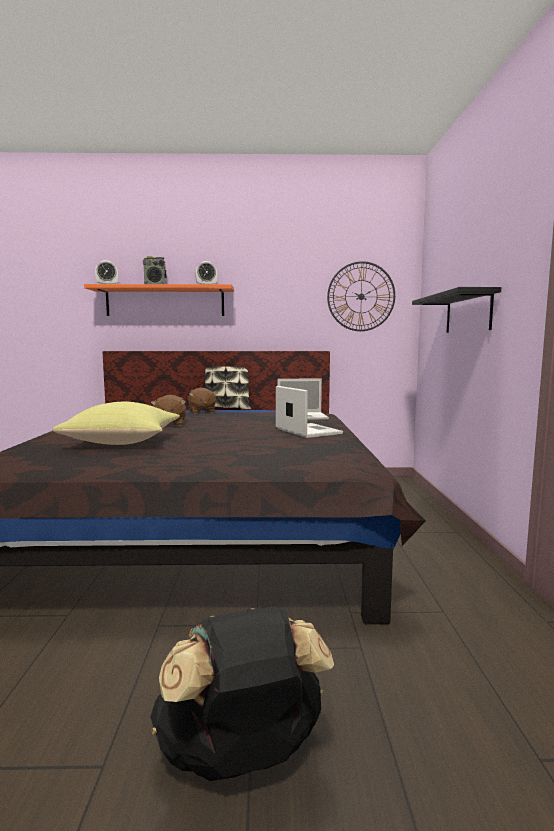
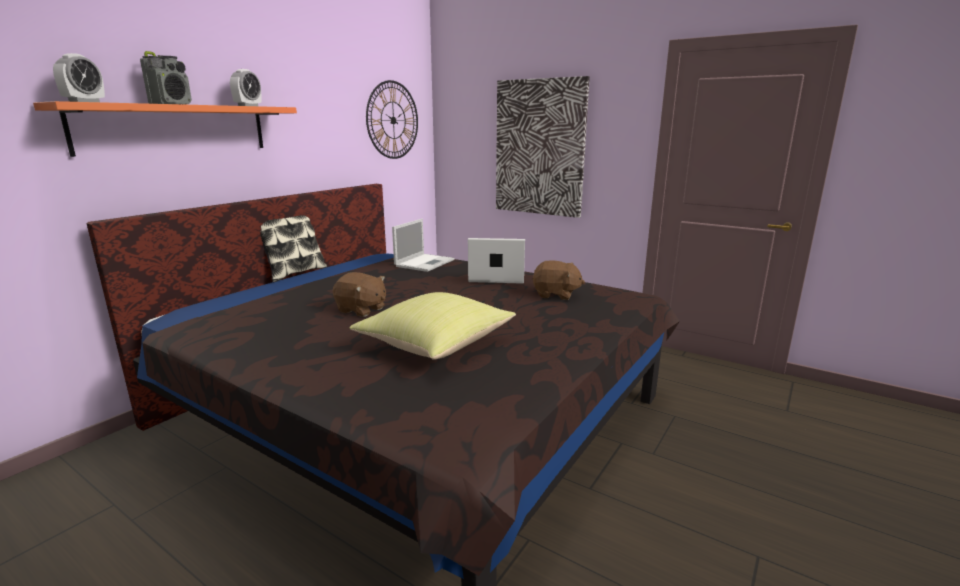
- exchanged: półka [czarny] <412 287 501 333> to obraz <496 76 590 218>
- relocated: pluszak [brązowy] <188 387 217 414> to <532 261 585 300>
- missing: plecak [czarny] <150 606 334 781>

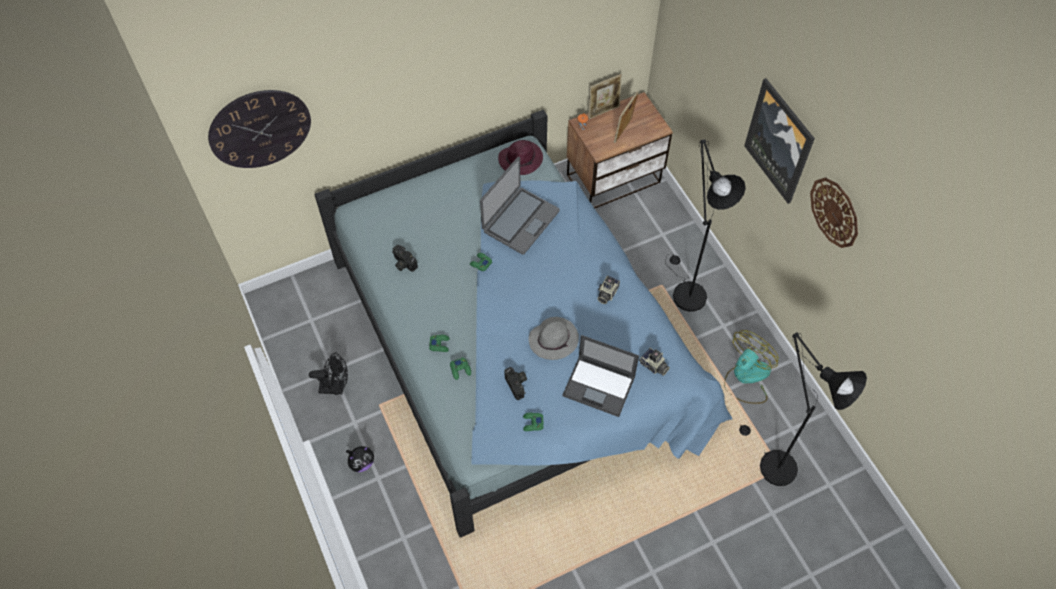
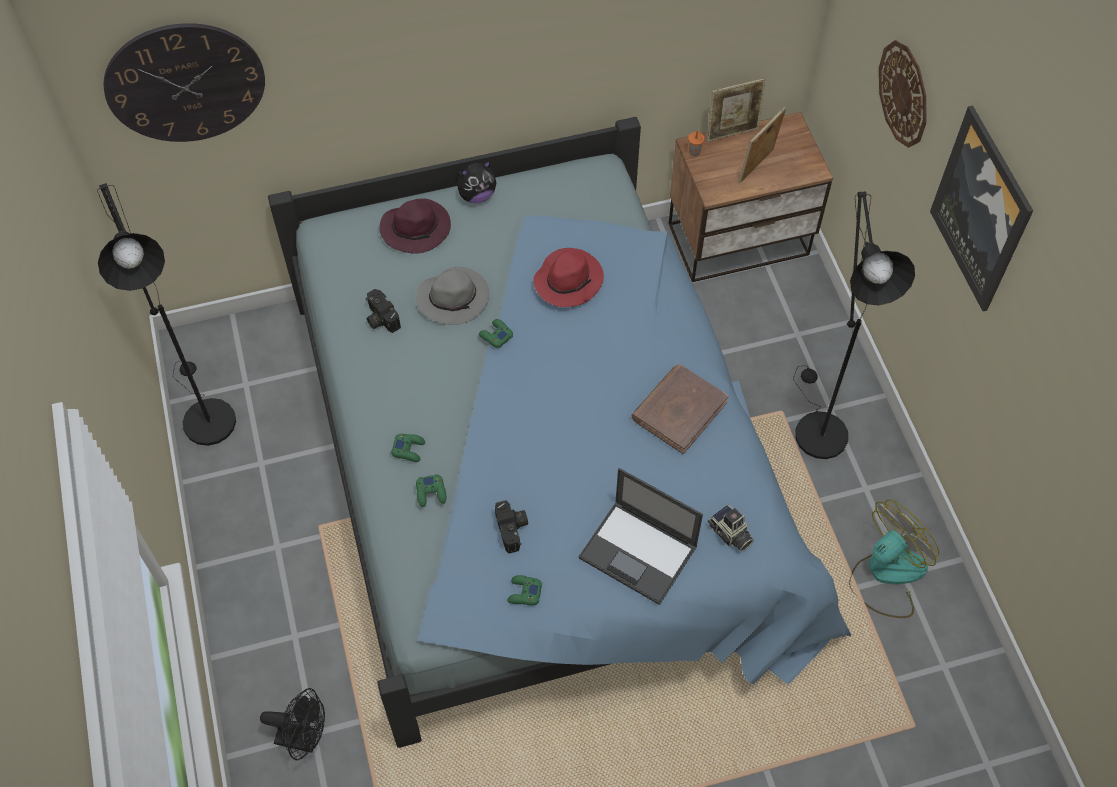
- relocated: kapelusz [fioletowy] <498 140 543 175> to <380 199 451 254>
- exchanged: laptop <480 157 560 255> to kapelusz [czerwony] <533 248 604 307>
- relocated: zegar ścienny <810 177 858 248> to <879 40 926 148>
- exchanged: aparat fotograficzny <597 276 620 304> to książka [brązowy] <632 364 729 454>
- relocated: kapelusz [szary] <529 317 579 360> to <416 267 490 325>
- relocated: lampa stojąca [czarny] <739 332 867 486> to <97 183 236 446>
- relocated: wentylator [czarny] <309 352 348 395> to <260 688 325 760>
- relocated: pluszak <346 446 374 472> to <457 160 496 203>

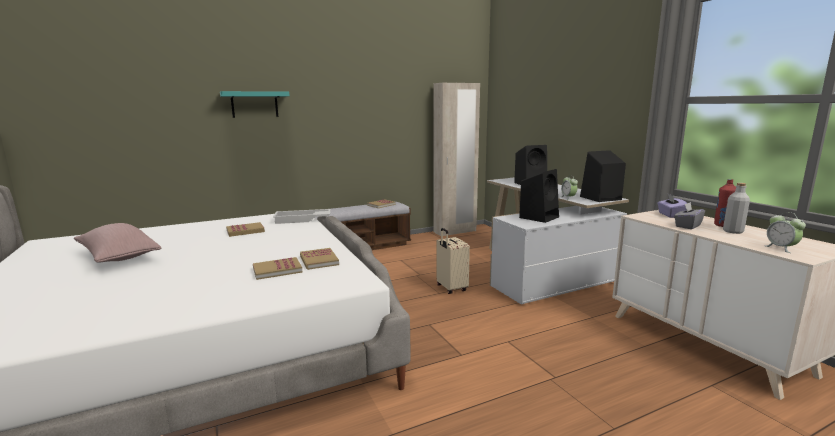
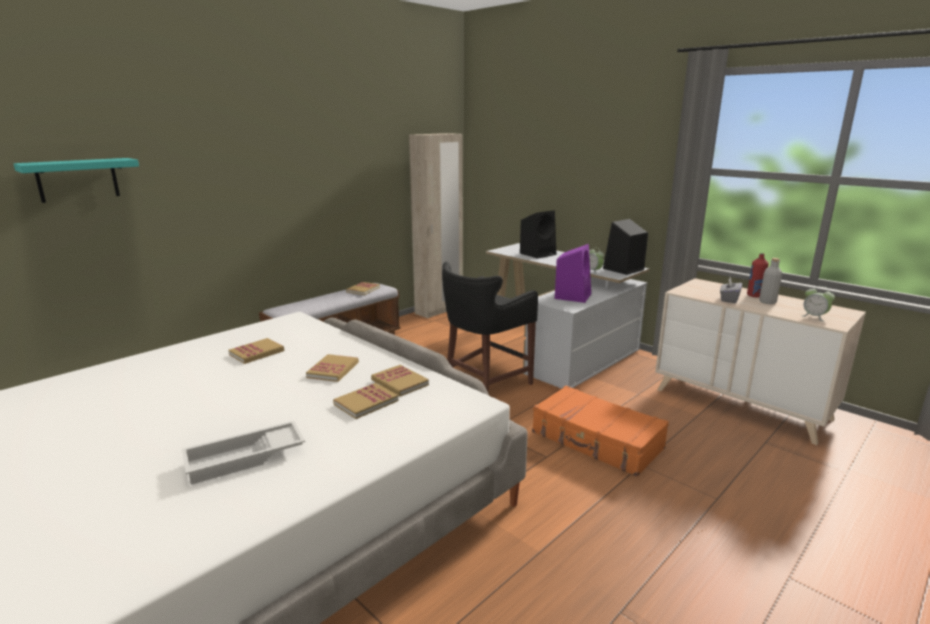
- relocated: półka [turkusowy] <220 91 290 118> to <13 158 139 203>
- colour: głośnik [czarny] <519 169 559 223> to głośnik [fioletowy] <555 244 591 303>
- missing: pudełko chusteczek [fioletowy] <657 194 687 218>
- relocated: taca [biały] <273 209 330 224> to <182 421 305 485>
- missing: poduszka [różowy] <74 223 161 262>
- exchanged: walizka [beżowy] <436 228 470 294> to stołek [czarny] <442 262 538 393>
- appeared: książka <306 354 359 382>
- appeared: walizka [pomarańczowy] <532 386 669 477>

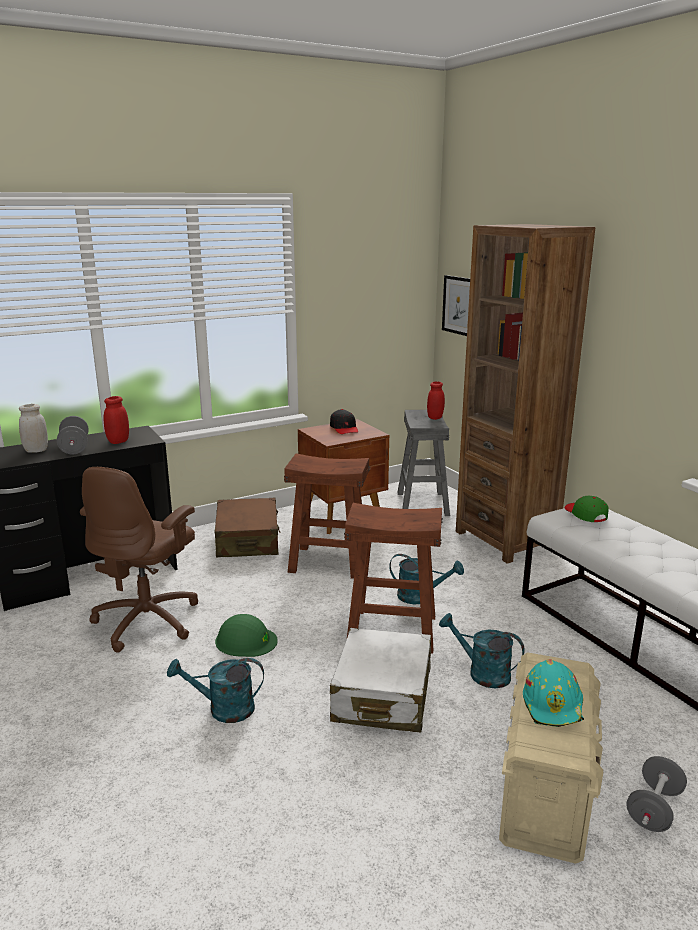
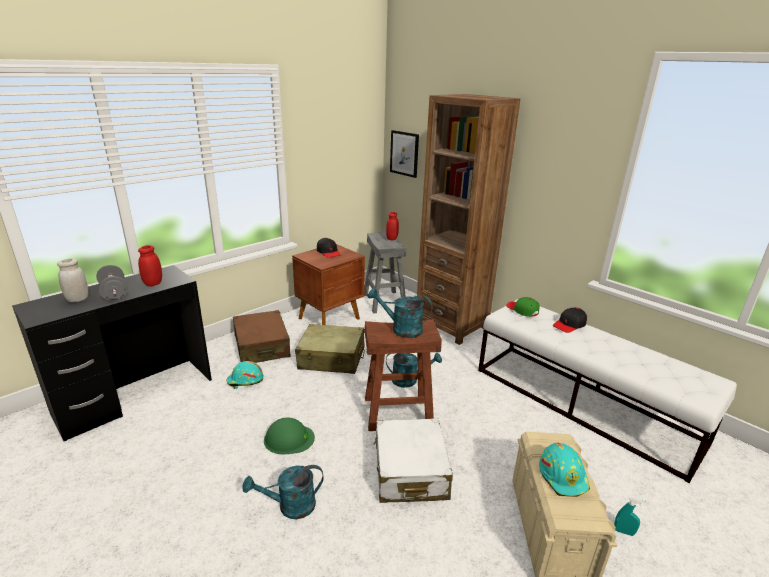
- exchanged: stołek [brązowy] <284 454 370 579> to walizka [beżowy] <295 324 365 374>
- missing: krzesło biurowe [brązowy] <80 467 198 653>
- relocated: konewka [turkusowy] <439 613 525 688> to <367 287 432 338>
- exchanged: hantel [szary] <626 756 687 832> to spryskiwacz [turkusowy] <614 496 645 536>
- appeared: czapka z daszkiem [czarny] <553 308 587 333>
- appeared: kask [turkusowy] <226 361 264 389>

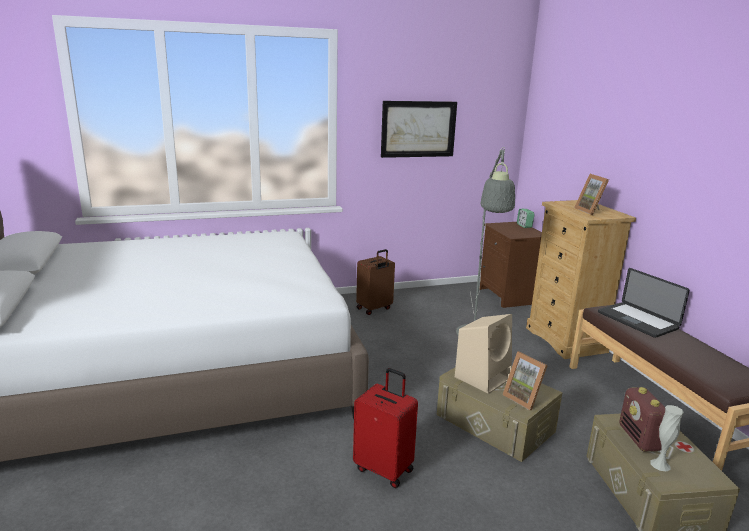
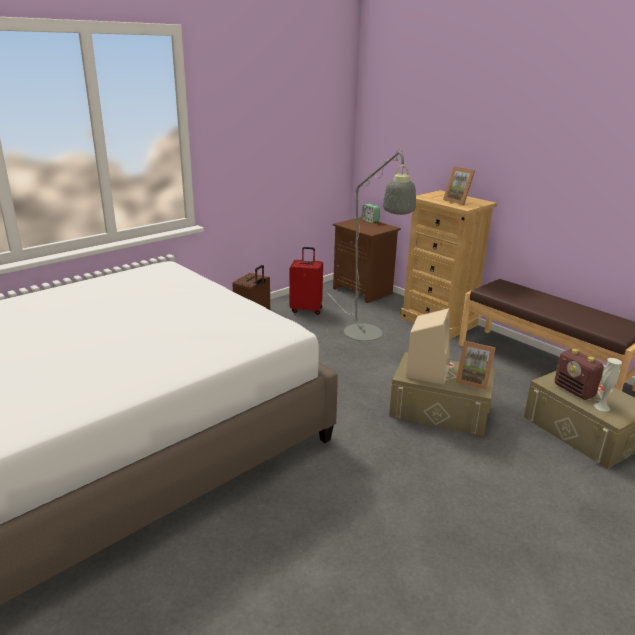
- missing: obraz <381 101 457 158>
- missing: laptop <598 268 690 338>
- relocated: walizka [czerwony] <353 368 418 488> to <290 247 323 315>

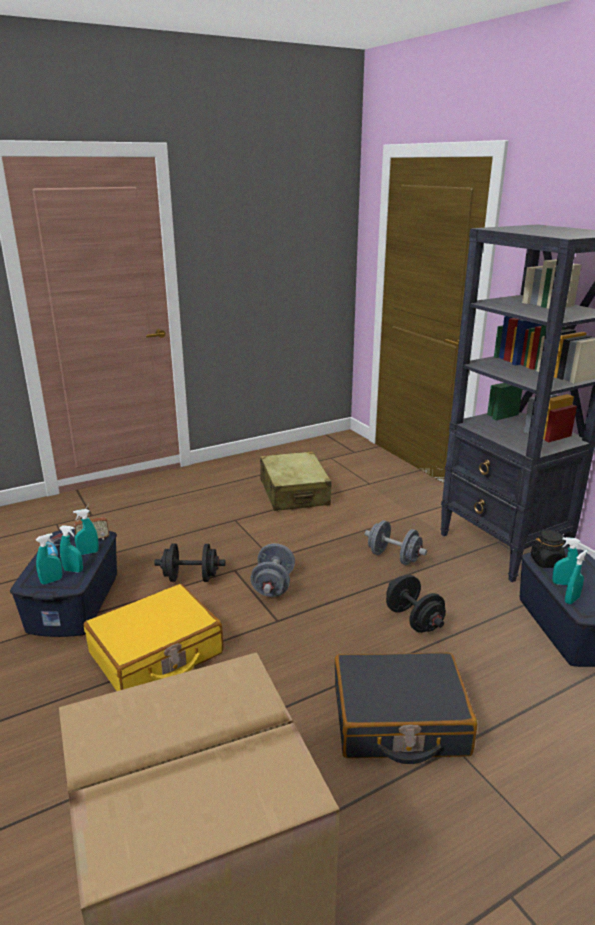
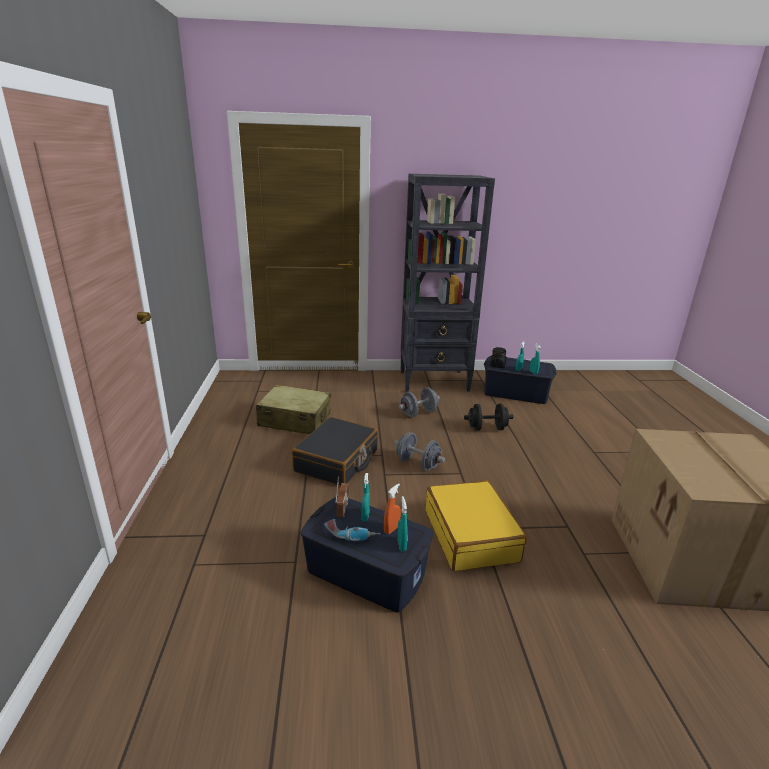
- colour: spryskiwacz [turkusowy] <59 525 83 572> to spryskiwacz [pomarańczowy] <384 483 401 534>
- missing: hantel [czarny] <154 544 225 582>
- relocated: walizka [czarny] <335 652 477 764> to <292 417 378 486>

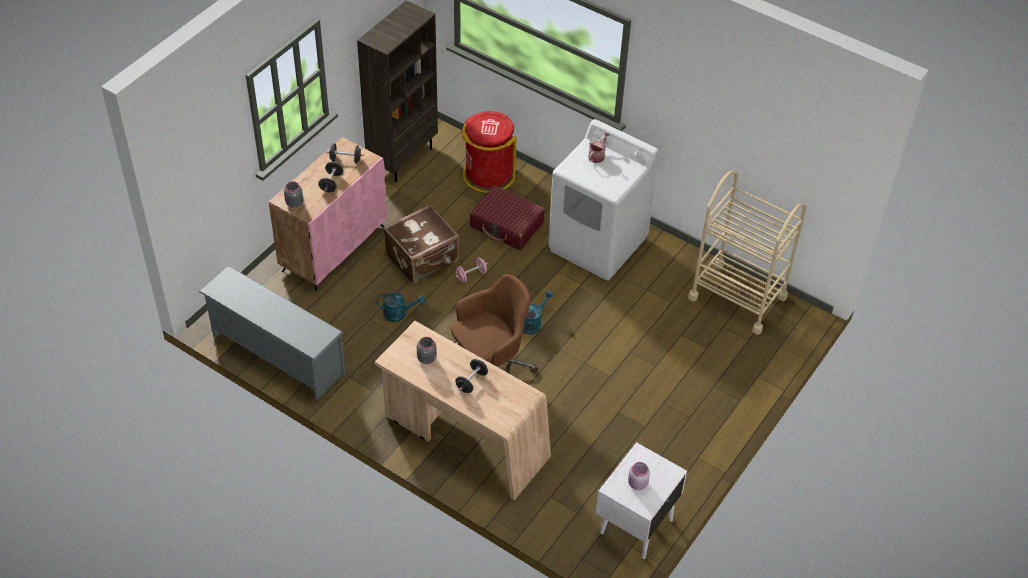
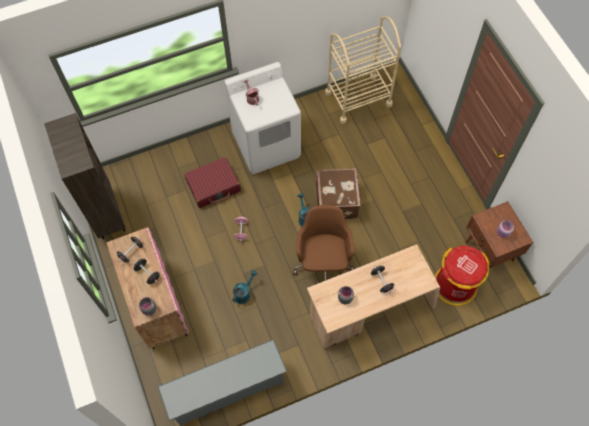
- relocated: kosz na śmieci [czerwony] <462 111 517 193> to <435 246 490 306>
- relocated: walizka [brązowy] <383 205 459 284> to <316 168 362 220>
- colour: szafka nocna [biały] <596 442 687 559> to szafka nocna [brązowy] <465 201 533 268>

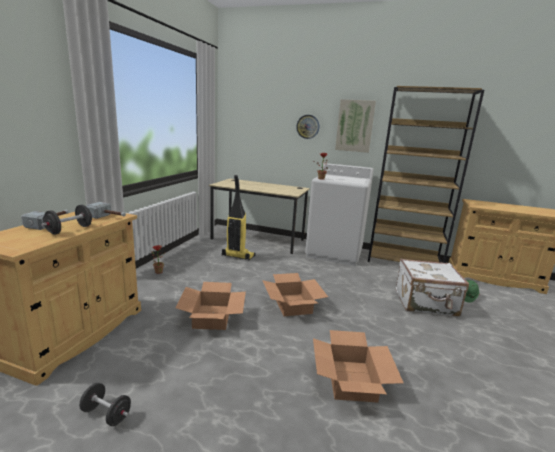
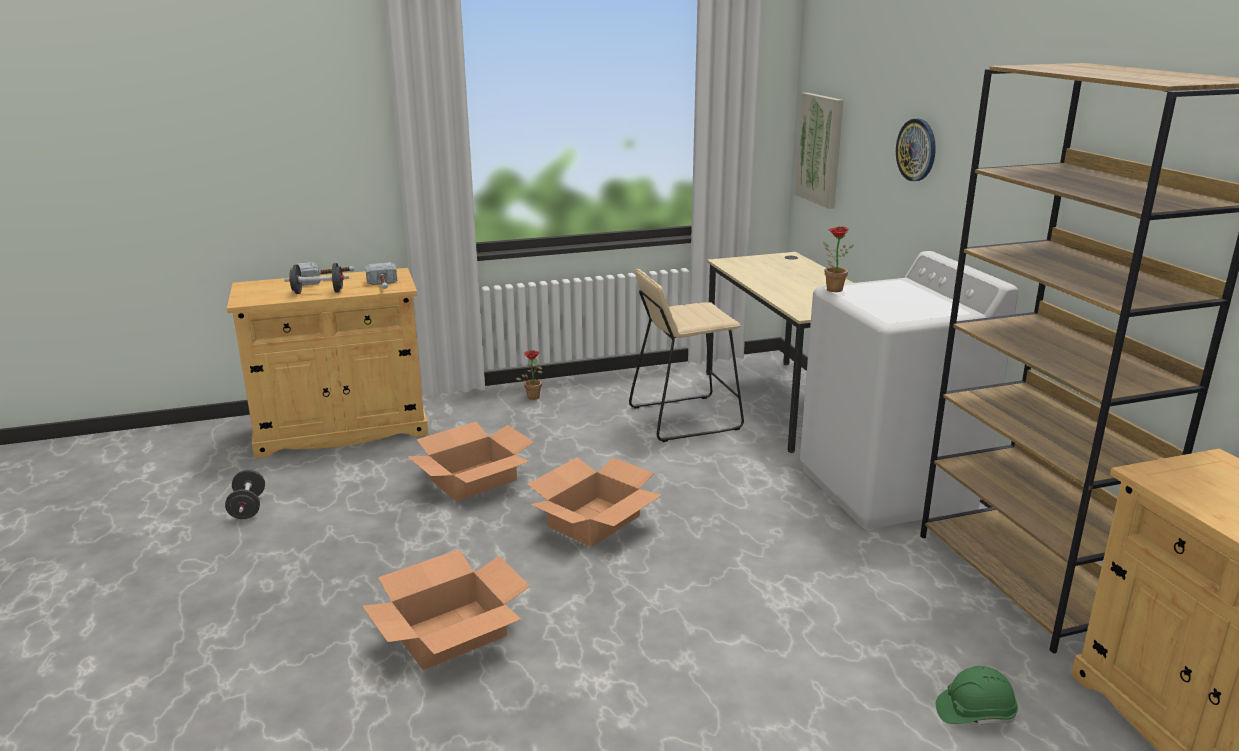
- relocated: obraz <335 99 376 153> to <795 93 844 209>
- exchanged: odkurzacz <222 175 256 260> to stołek [beżowy] <629 269 744 442>
- missing: walizka [biały] <396 259 469 316>

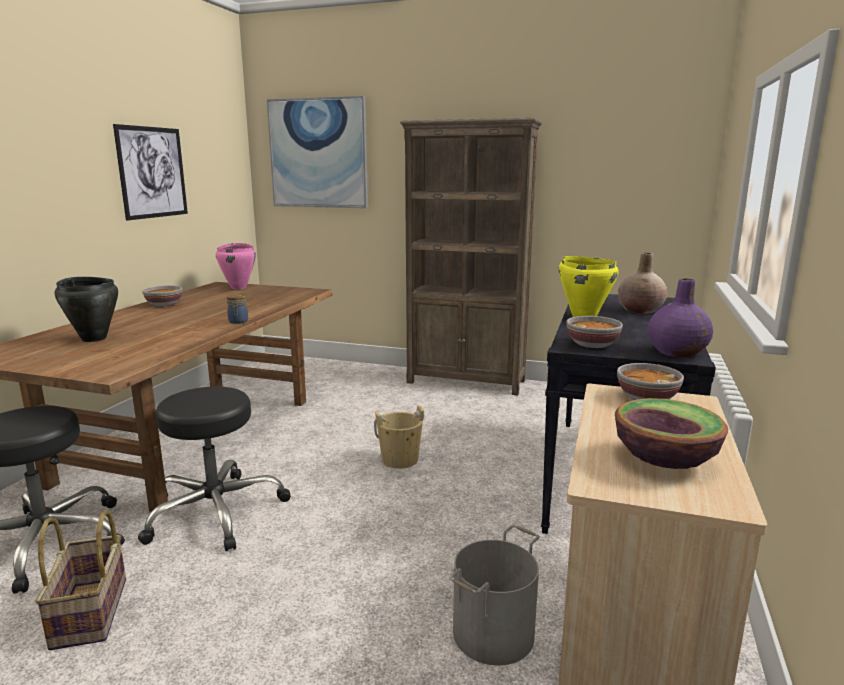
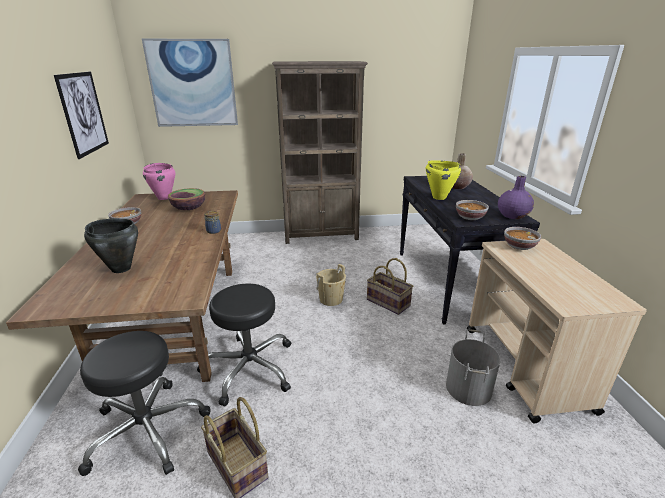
- relocated: miska <615 398 728 469> to <168 188 205 210>
- appeared: koszyk <367 258 413 315>

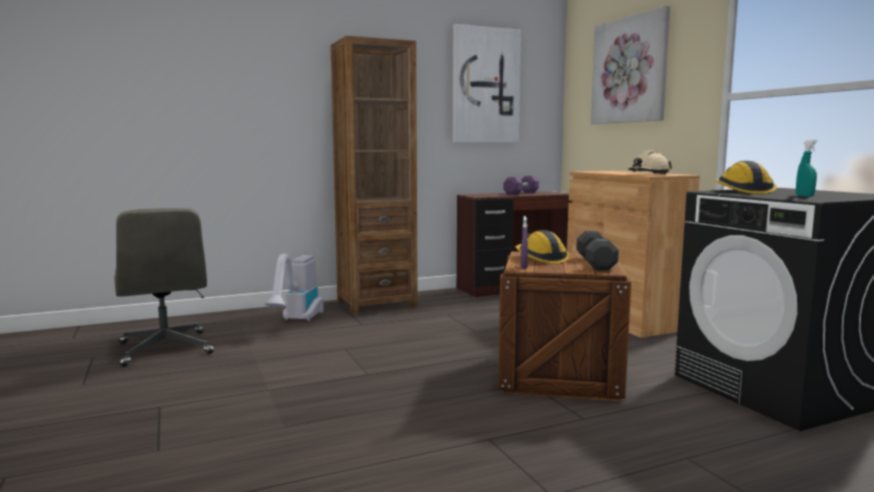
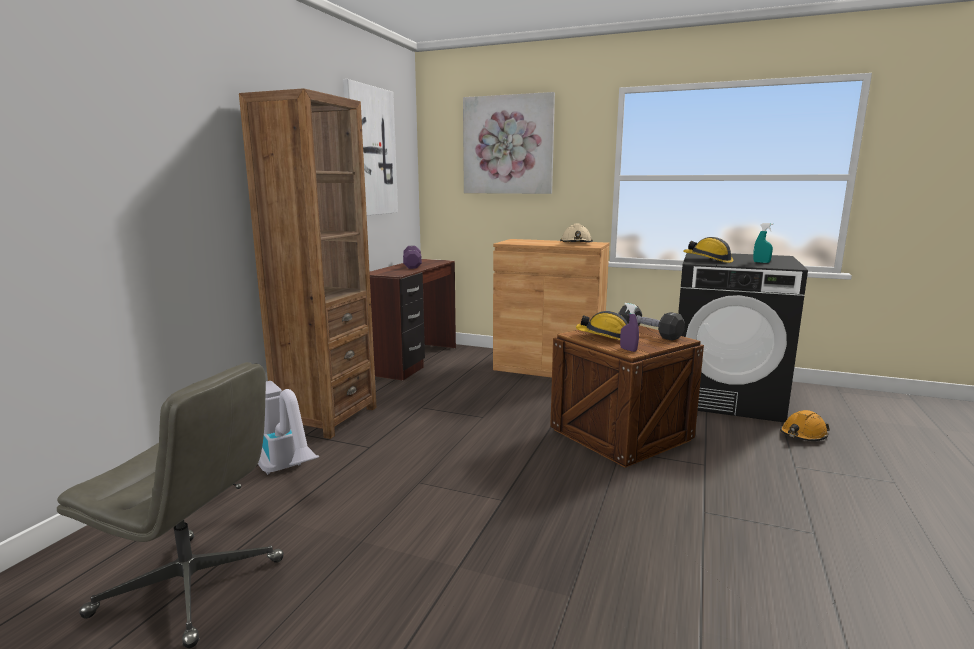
- appeared: kask [pomarańczowy] <780 410 830 441>

